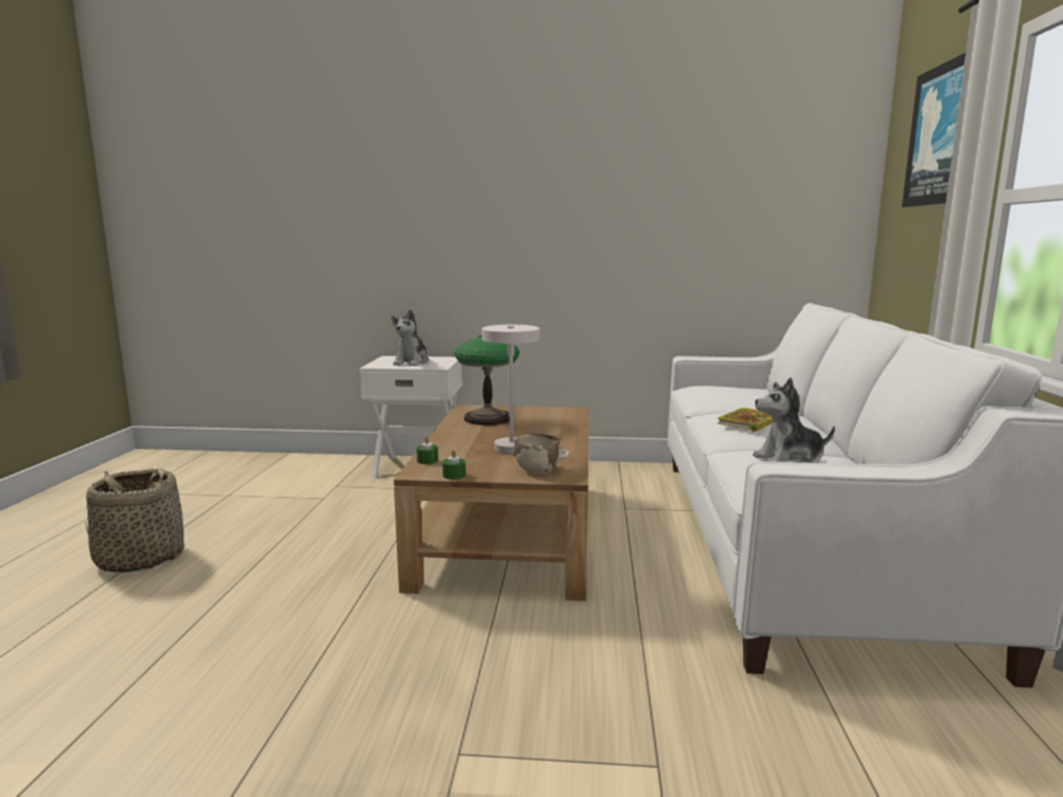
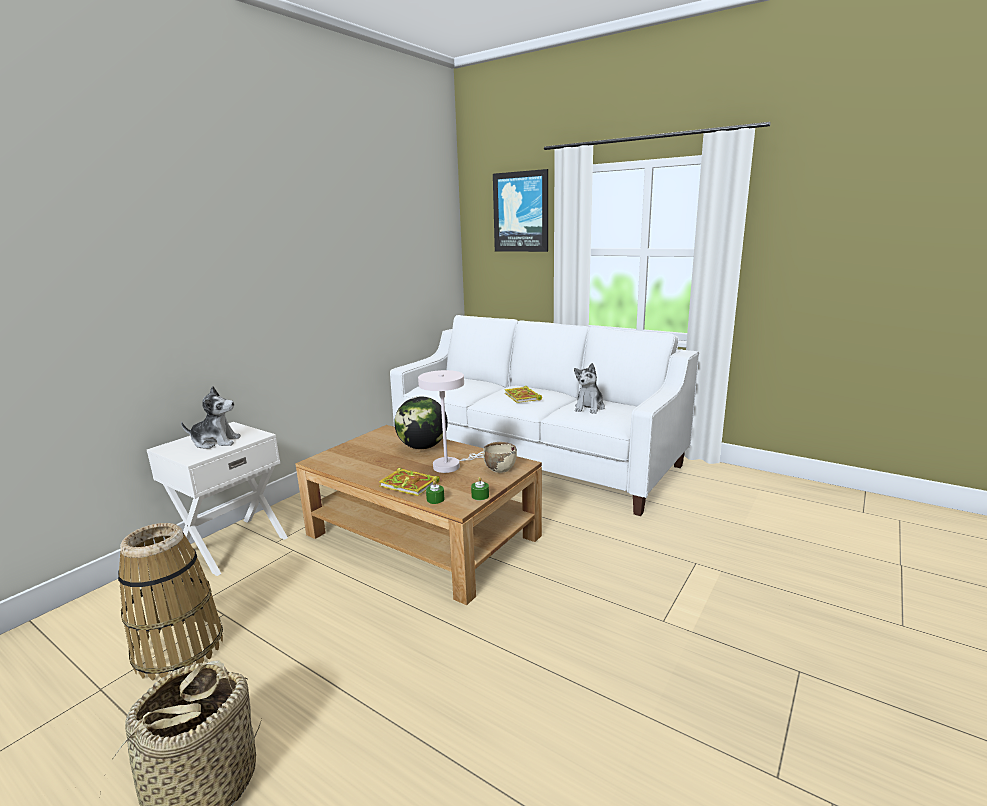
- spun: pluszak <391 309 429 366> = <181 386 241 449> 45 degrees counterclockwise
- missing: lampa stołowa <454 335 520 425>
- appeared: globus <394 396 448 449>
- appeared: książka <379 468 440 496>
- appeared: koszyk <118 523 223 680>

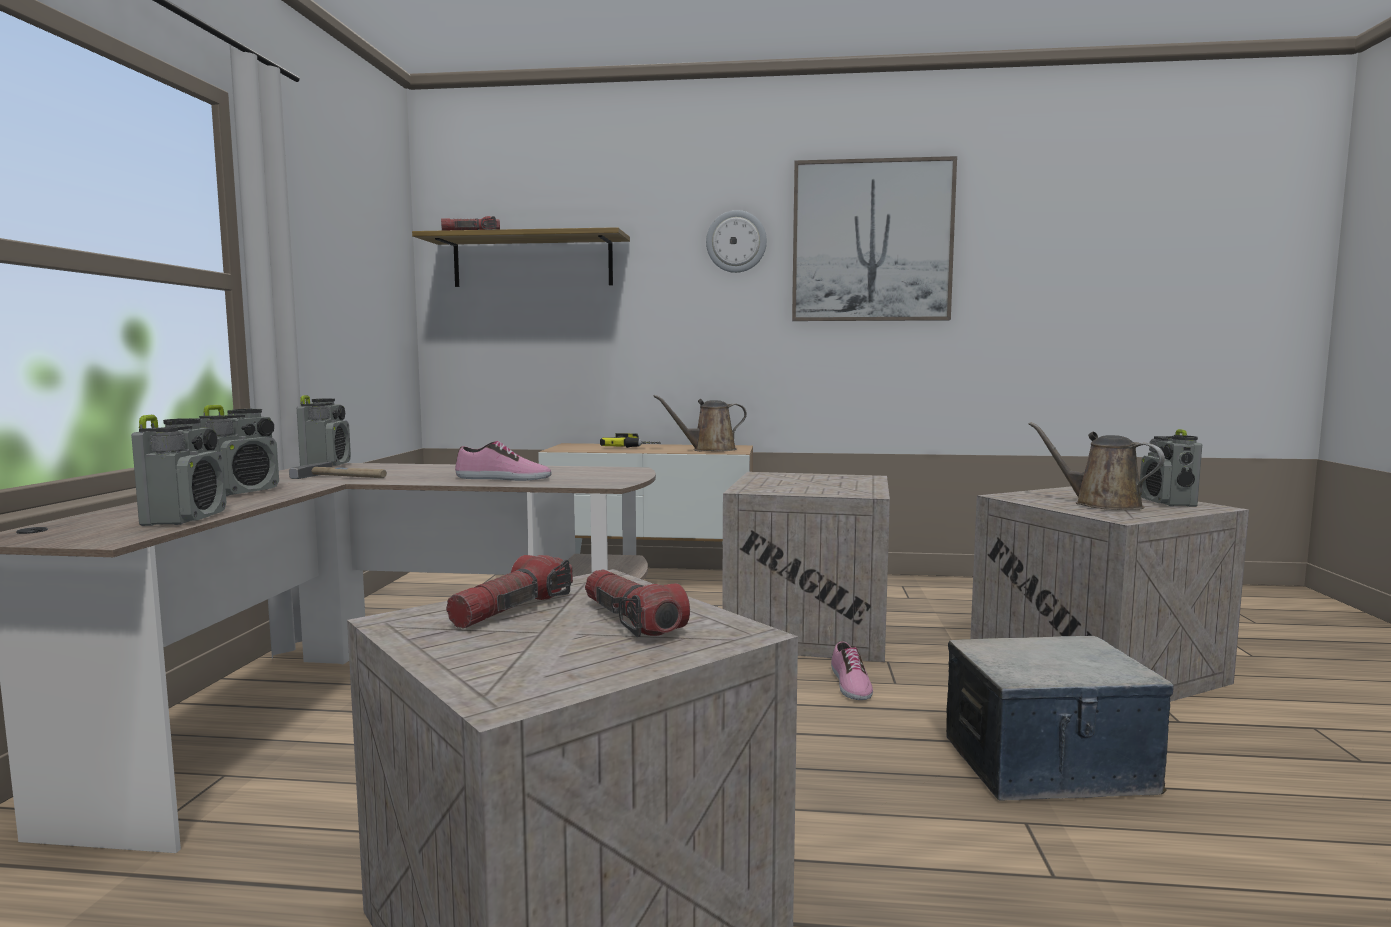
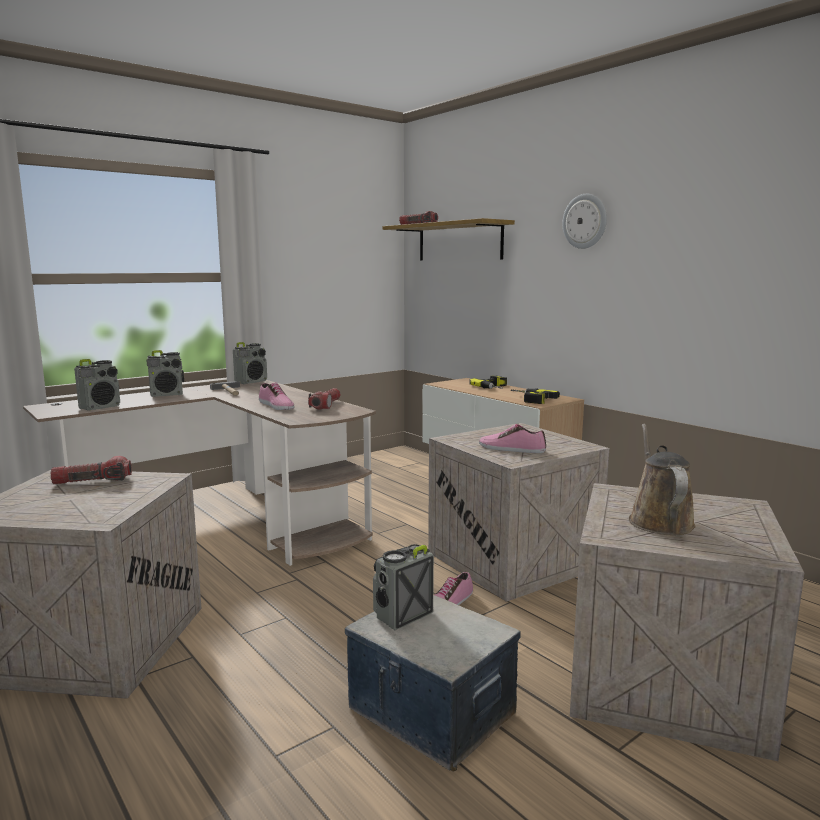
- missing: obraz <792 156 957 321>
- exchanged: konewka [brązowy] <653 395 747 452> to wiertarka <511 388 560 404>
- relocated: radio <1140 429 1202 507> to <373 544 434 630>
- relocated: latarka <585 570 690 637> to <308 388 341 410>
- appeared: but <479 424 546 453>

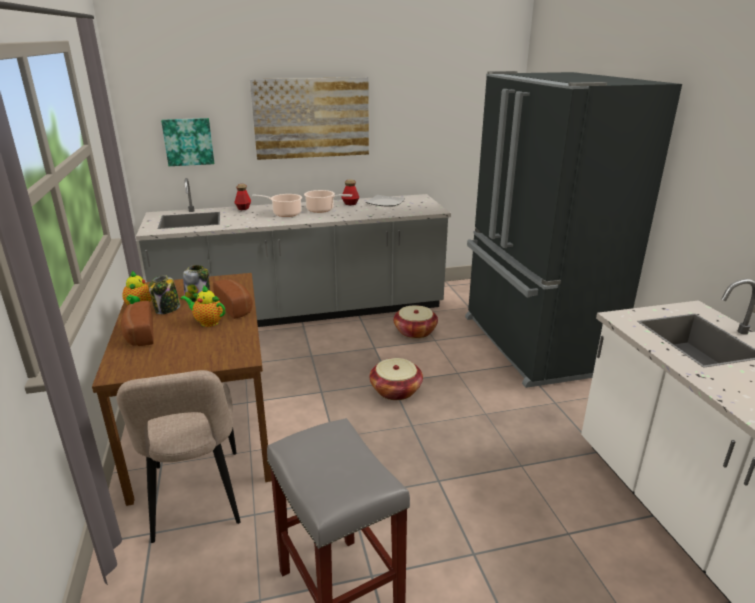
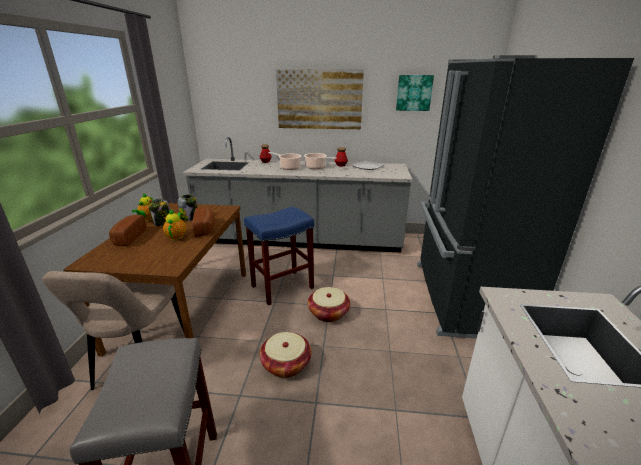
- relocated: obraz <161 118 214 166> to <396 75 434 111>
- spun: imbryk <180 286 225 327> = <163 209 186 240> 45 degrees clockwise
- relocated: koszyk <393 305 438 339> to <259 332 312 378>
- appeared: stołek [niebieski] <244 206 314 305>

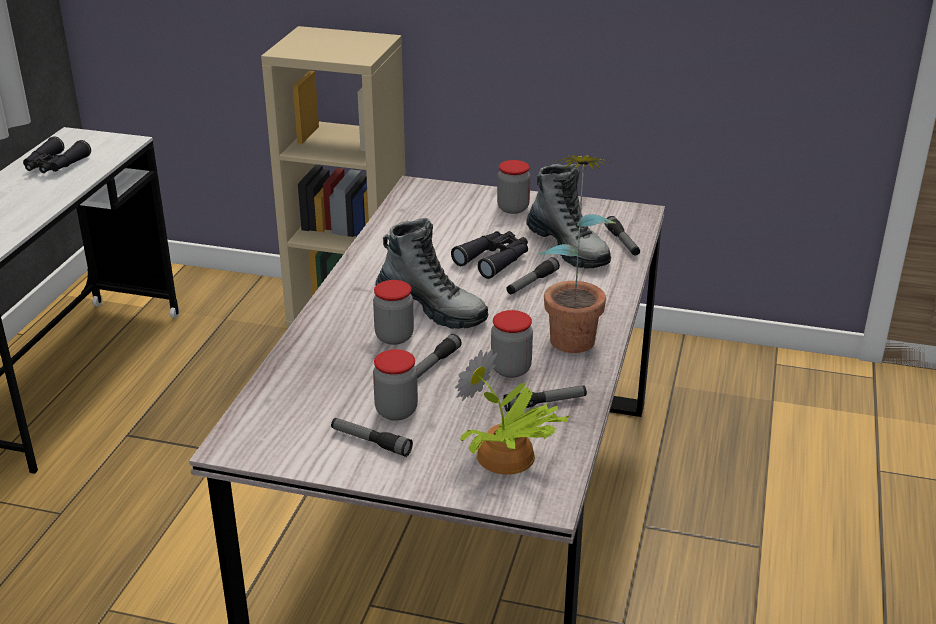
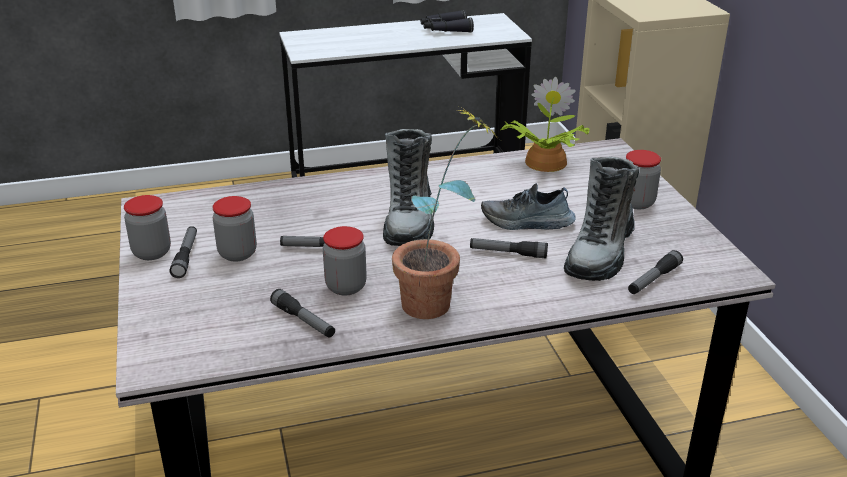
- exchanged: lornetka [czarny] <451 231 528 279> to but <481 183 576 230>
- relocated: słoik <373 280 414 345> to <124 195 171 260>
- relocated: roślina doniczkowa <455 349 570 475> to <500 77 590 172>

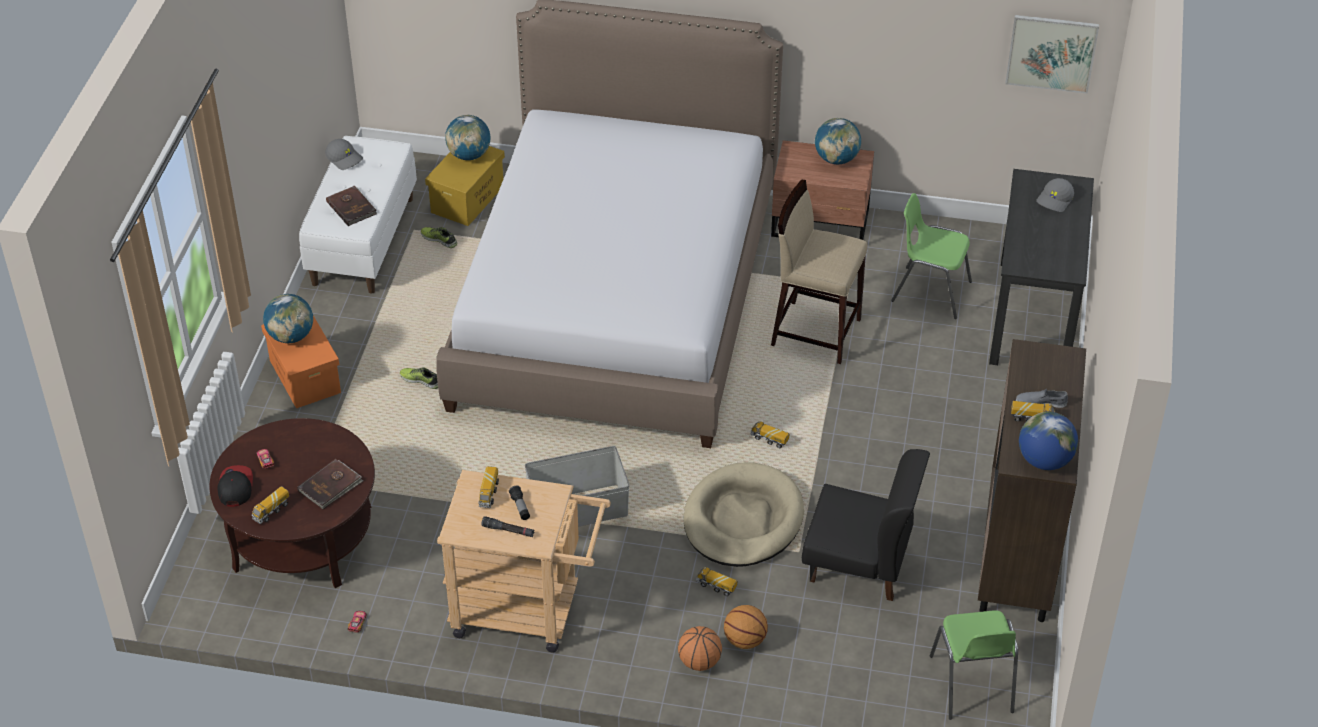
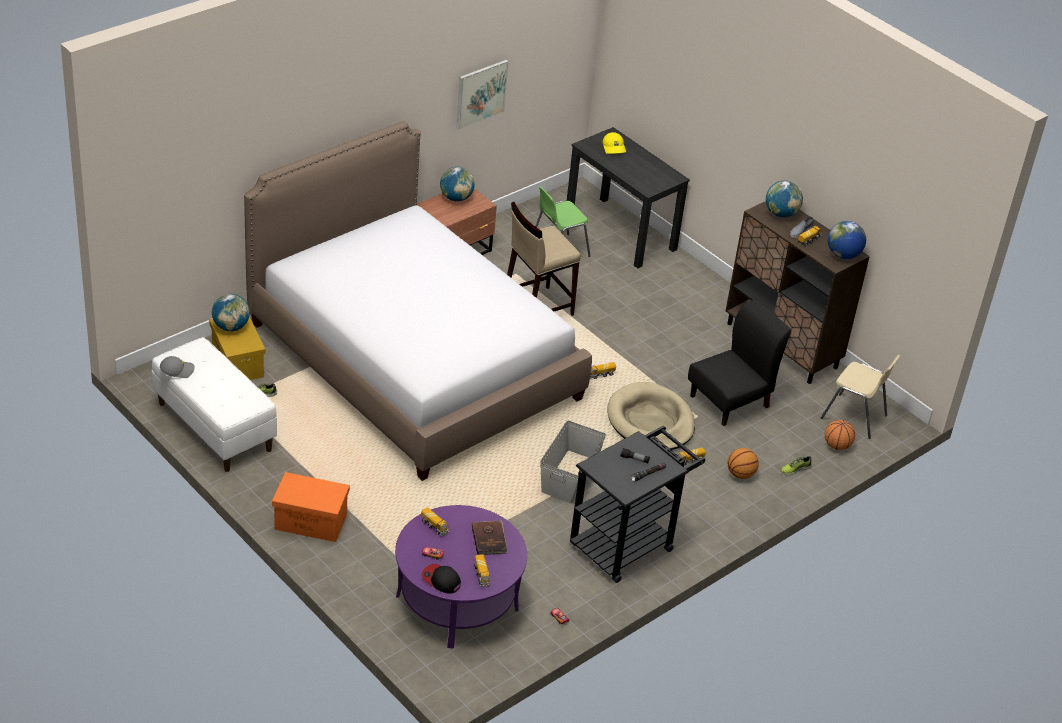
- relocated: obraz <1005 15 1099 94> to <456 60 509 130>
- colour: czapka z daszkiem [szary] <1036 178 1074 212> to czapka z daszkiem [żółty] <603 132 626 154>
- missing: książka [brązowy] <326 185 377 226>
- relocated: globus <263 294 313 343> to <766 180 803 218>
- relocated: but <400 367 438 389> to <781 456 812 475>
- colour: ława [brązowy] <209 418 375 588> to ława [fioletowy] <395 505 527 649>
- relocated: ciężarówka zabawkowa <479 466 499 508> to <421 507 449 536>
- colour: wózek [beżowy] <437 470 611 653> to wózek [czarny] <570 426 705 583>
- colour: krzesło [zielony] <930 610 1018 720> to krzesło [beżowy] <821 355 900 439>
- relocated: piłka do koszykówki <678 626 722 671> to <825 420 855 450>

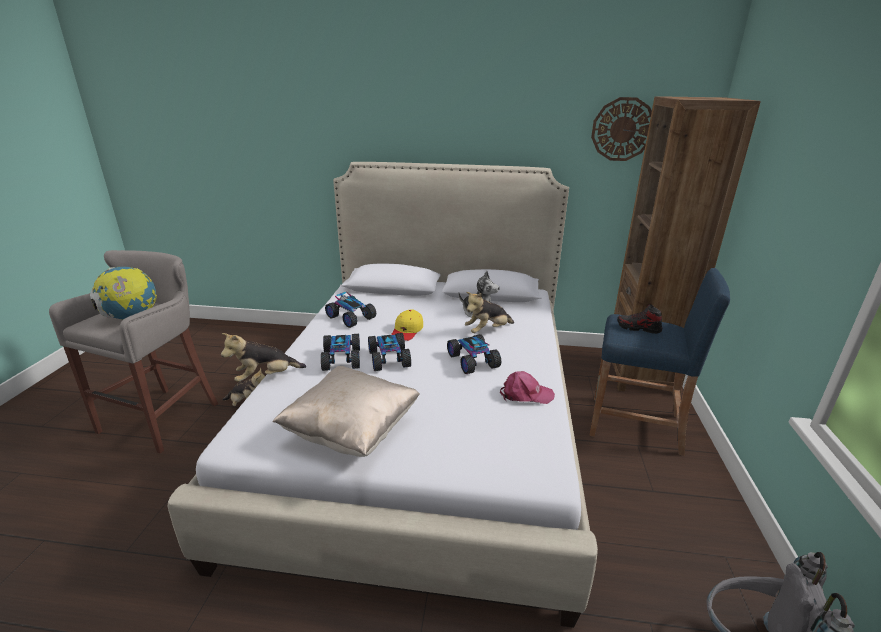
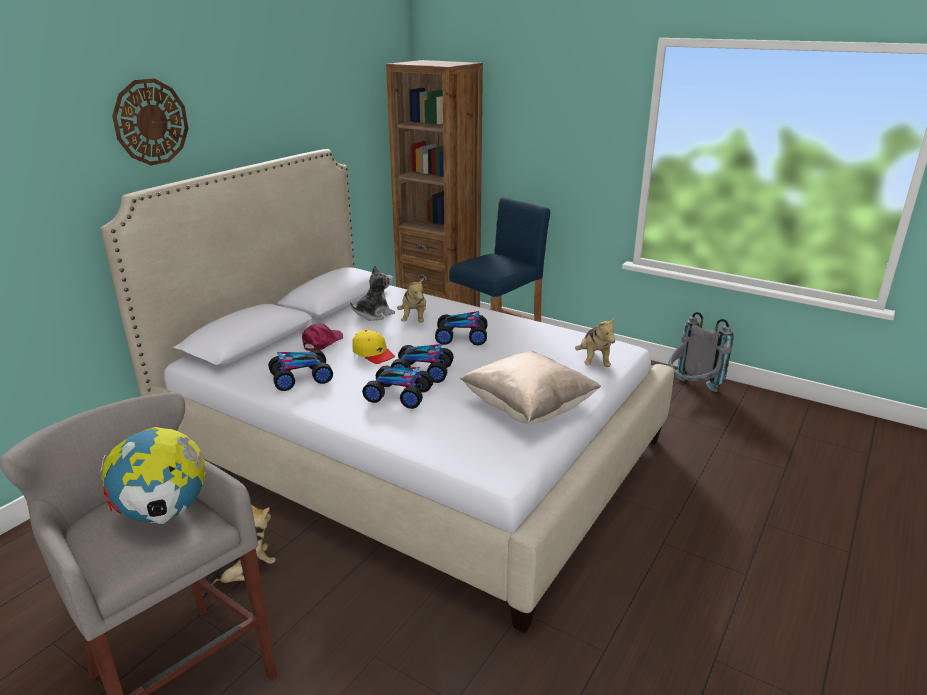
- relocated: zegar ścienny <591 97 652 161> to <112 78 189 165>
- missing: but <617 304 662 334>
- relocated: pluszak <221 333 306 382> to <575 316 616 367>
- relocated: czapka z daszkiem [różowy] <500 371 555 404> to <302 323 343 351>

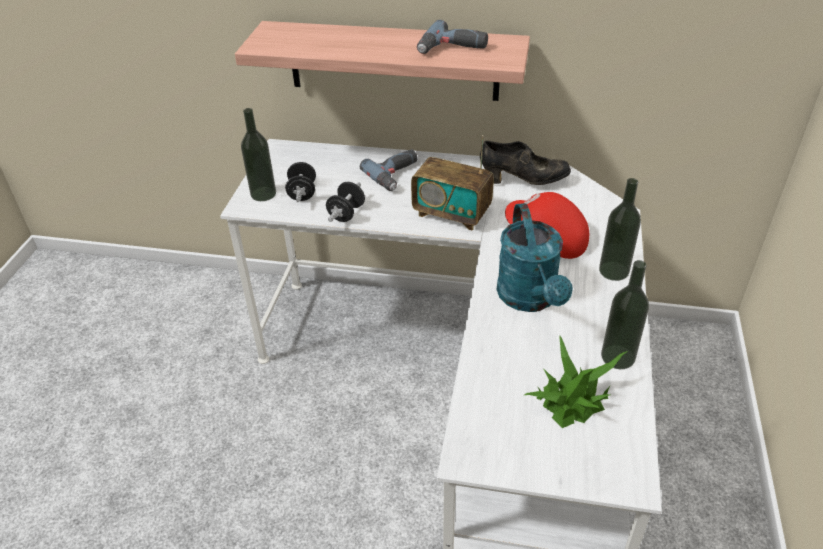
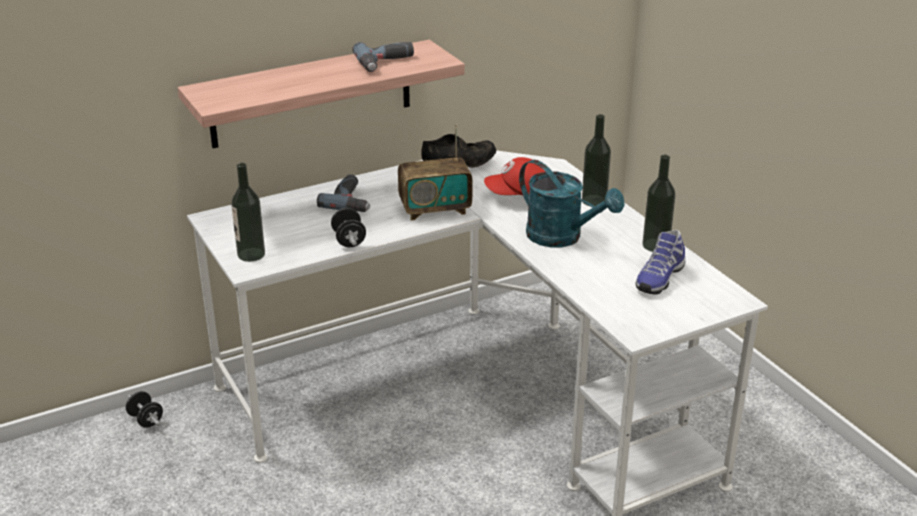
- relocated: hantel [czarny] <285 162 316 202> to <126 391 163 428>
- exchanged: roślina doniczkowa <523 336 628 428> to but <636 230 685 295>

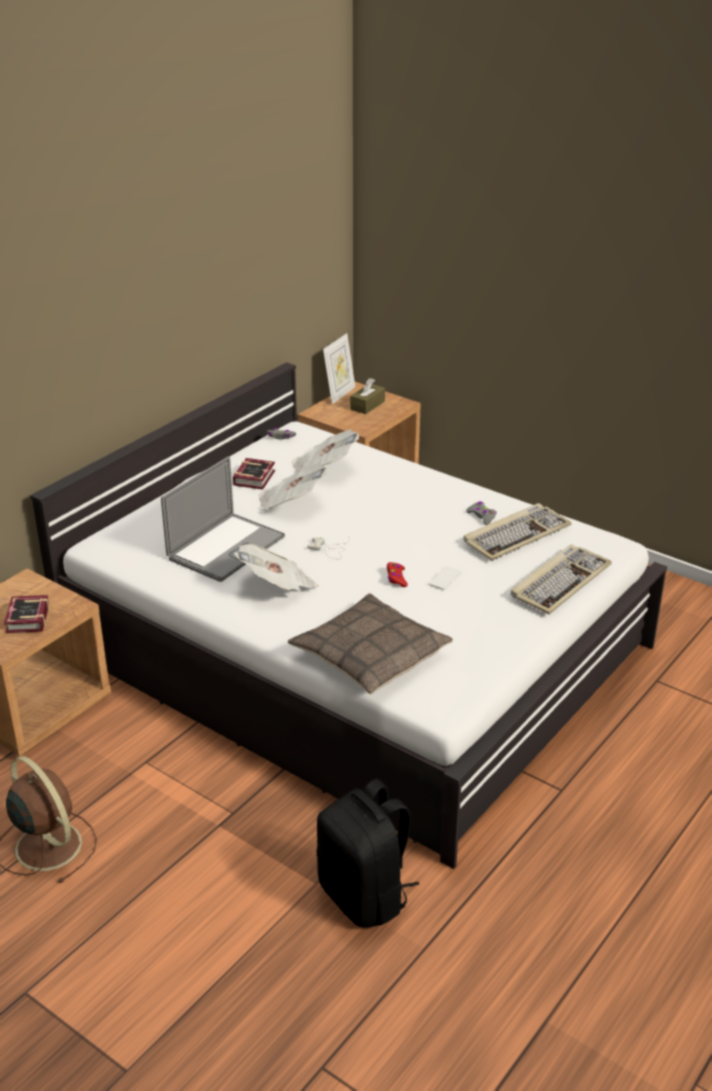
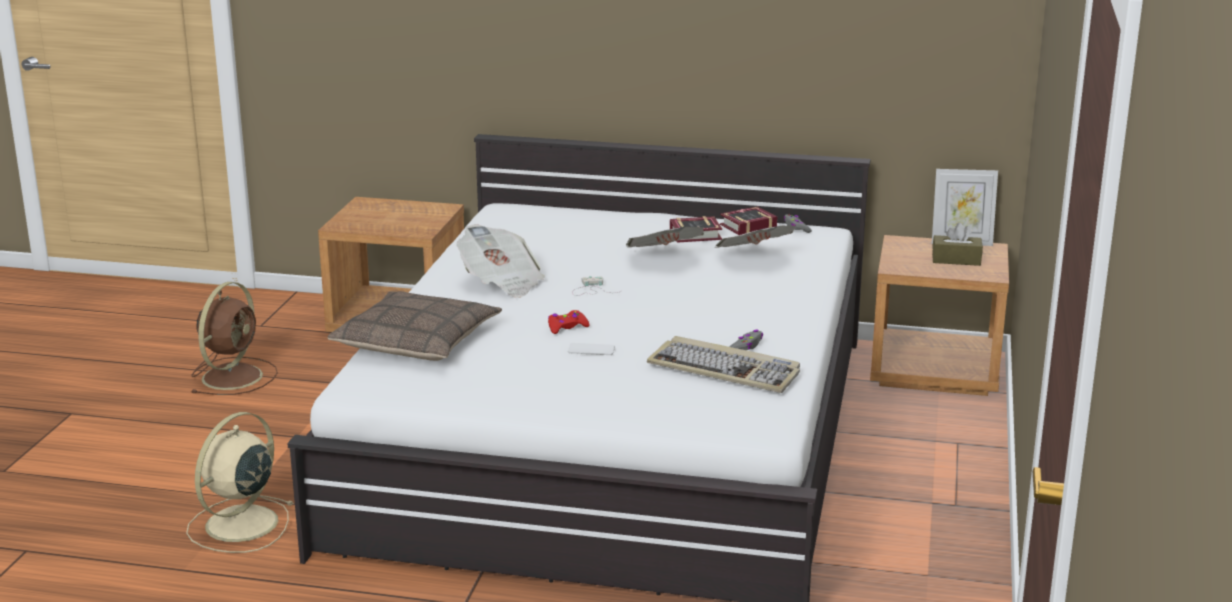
- missing: laptop <161 456 285 582>
- missing: klawiatura <511 544 612 615>
- relocated: książka <4 595 49 633> to <720 206 777 235>
- exchanged: plecak [czarny] <317 779 419 928> to wentylator [beżowy] <186 412 294 553>

